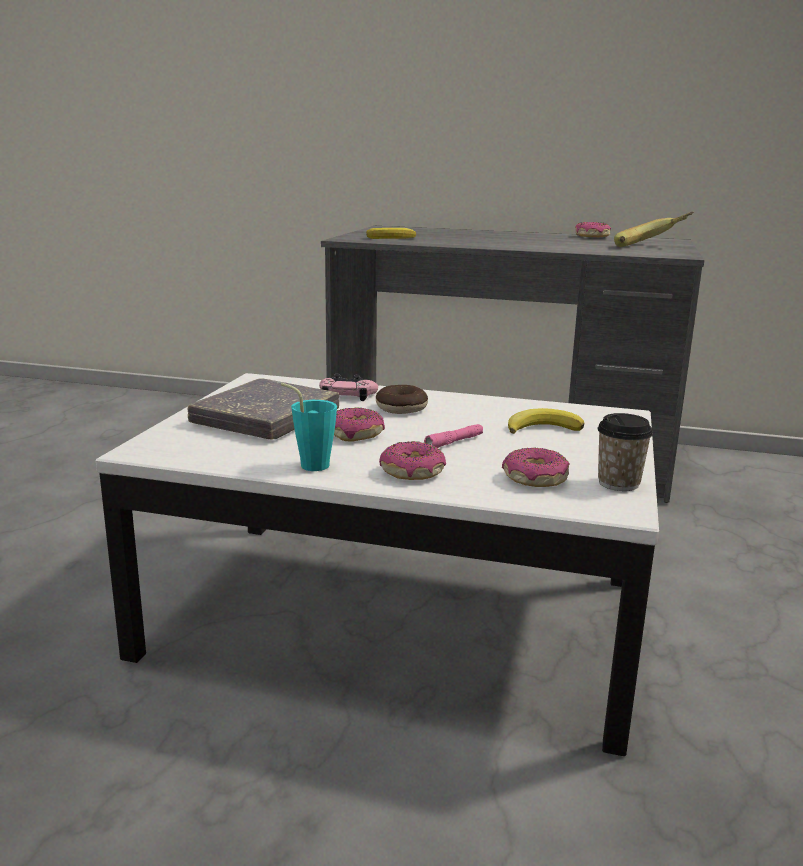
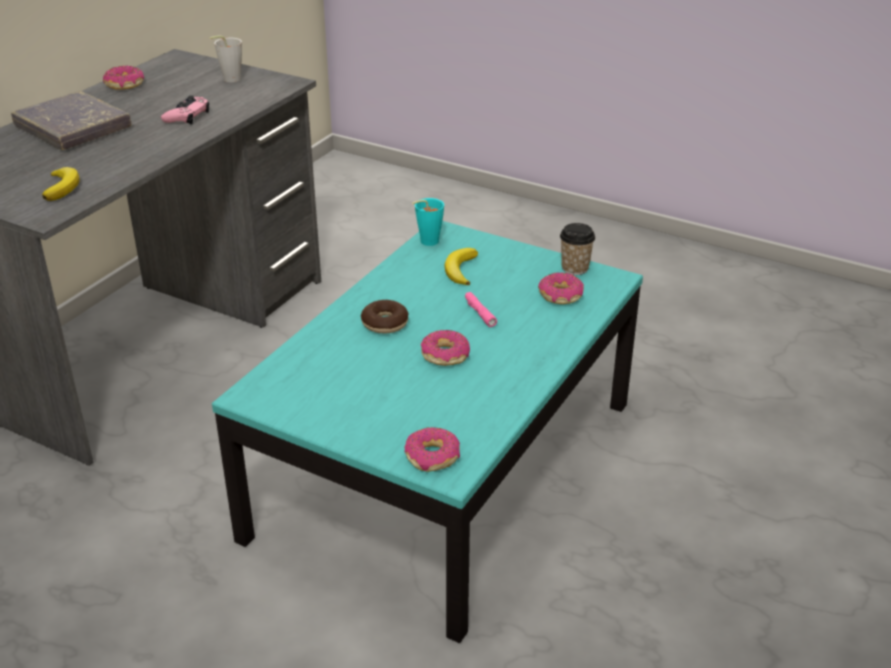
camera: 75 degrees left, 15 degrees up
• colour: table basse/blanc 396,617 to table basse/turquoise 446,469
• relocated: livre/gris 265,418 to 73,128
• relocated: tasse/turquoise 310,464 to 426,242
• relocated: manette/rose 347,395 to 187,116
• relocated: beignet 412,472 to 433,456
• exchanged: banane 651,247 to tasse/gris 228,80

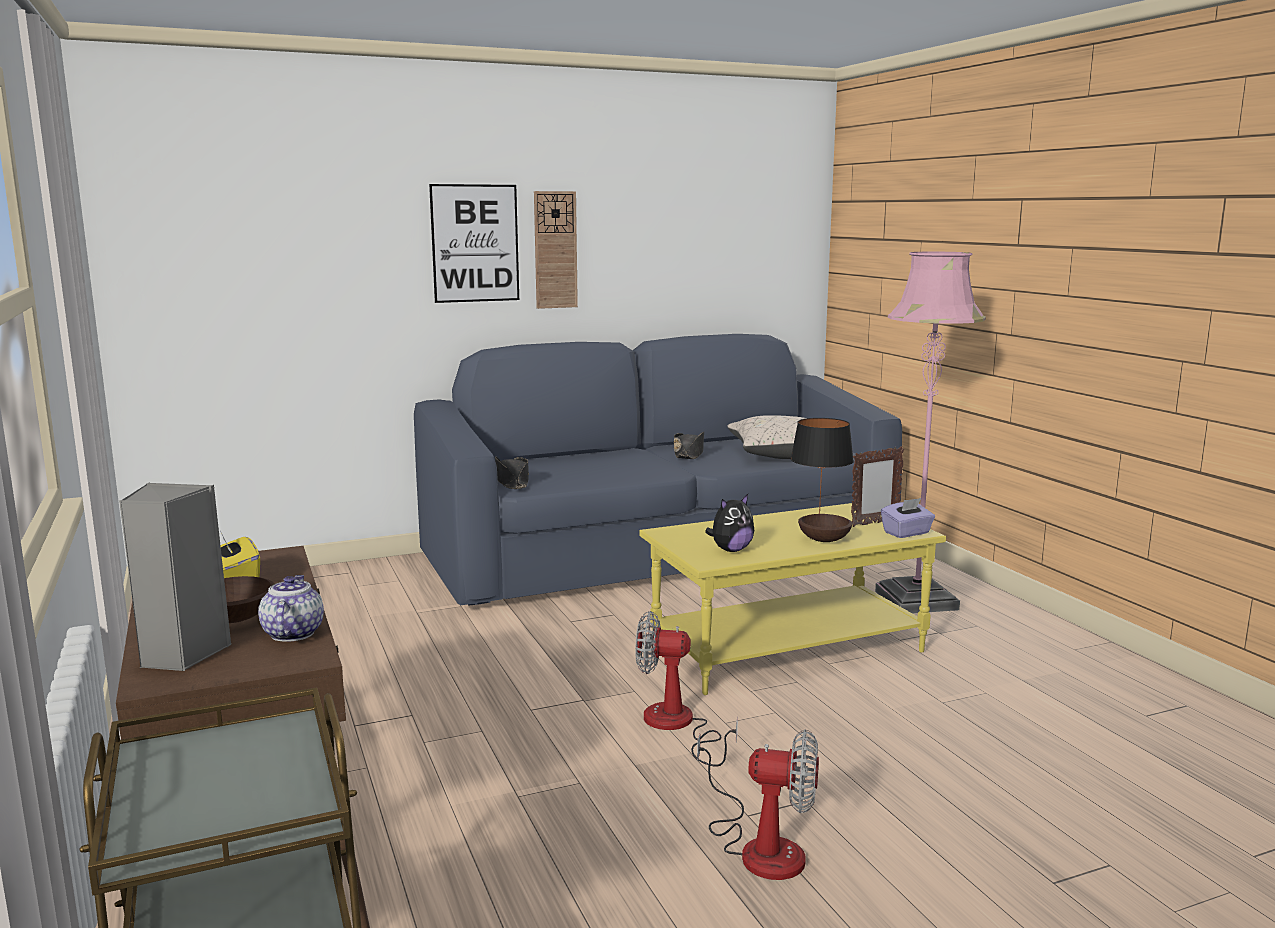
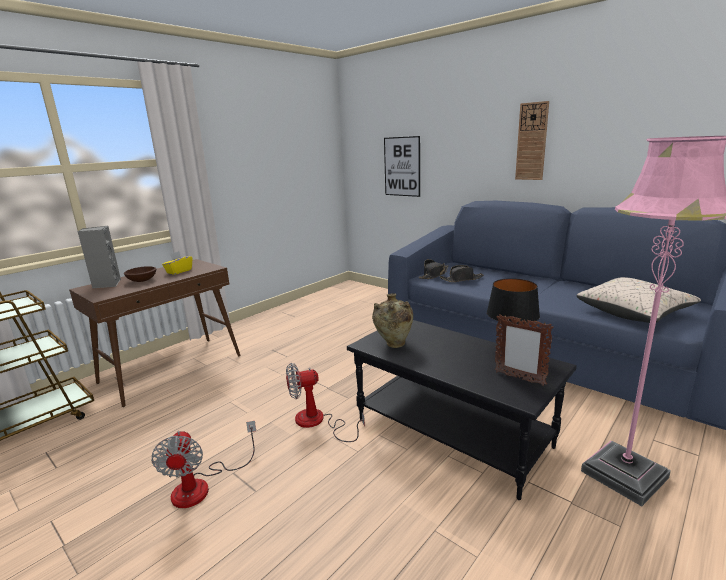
camera: 65 degrees right, 5 degrees up
• missing: théière 292,633
• relocated: tableau 475,243 to 402,166
• spun: ventilateur 678,726 = 317,422 90 degrees counterclockwise
• colour: table basse/jaune 787,648 to table basse/noir 453,432
• relocated: chapeau/noir 689,454 to 461,279
• exchanged: peluche 731,550 to vase/beige 393,345
• missing: bol/marron 825,539
• missing: boîte à mouchoirs/violet 907,533

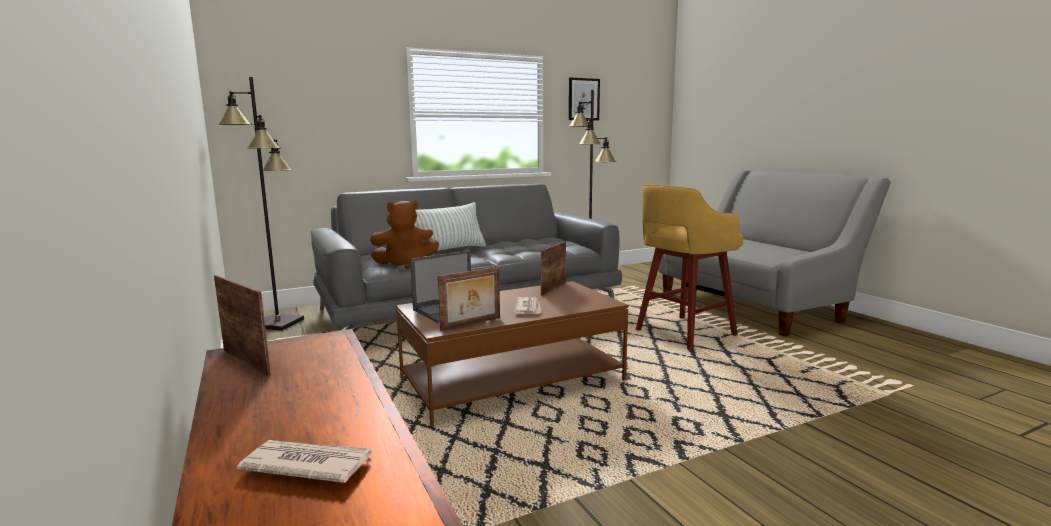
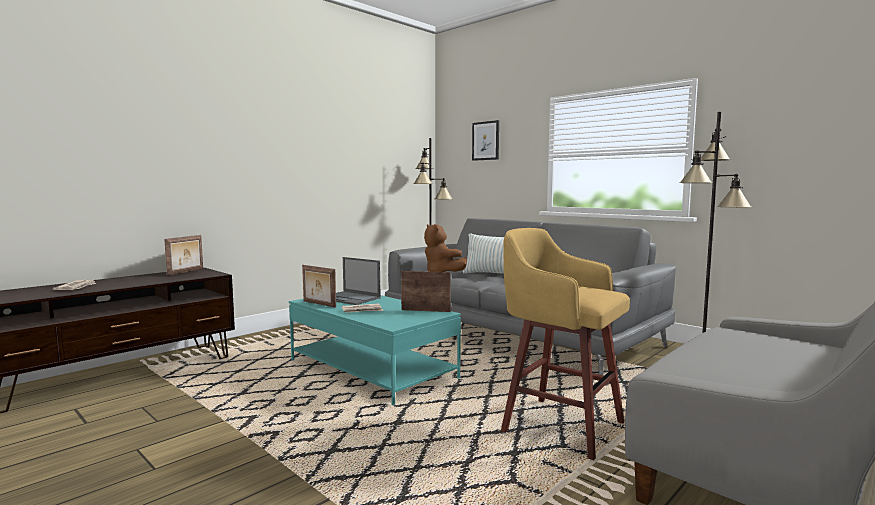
camera: 70 degrees right, 5 degrees down
• colour: table basse/marron 512,381 to table basse/turquoise 372,369
• relocated: tableau 583,99 to 485,141

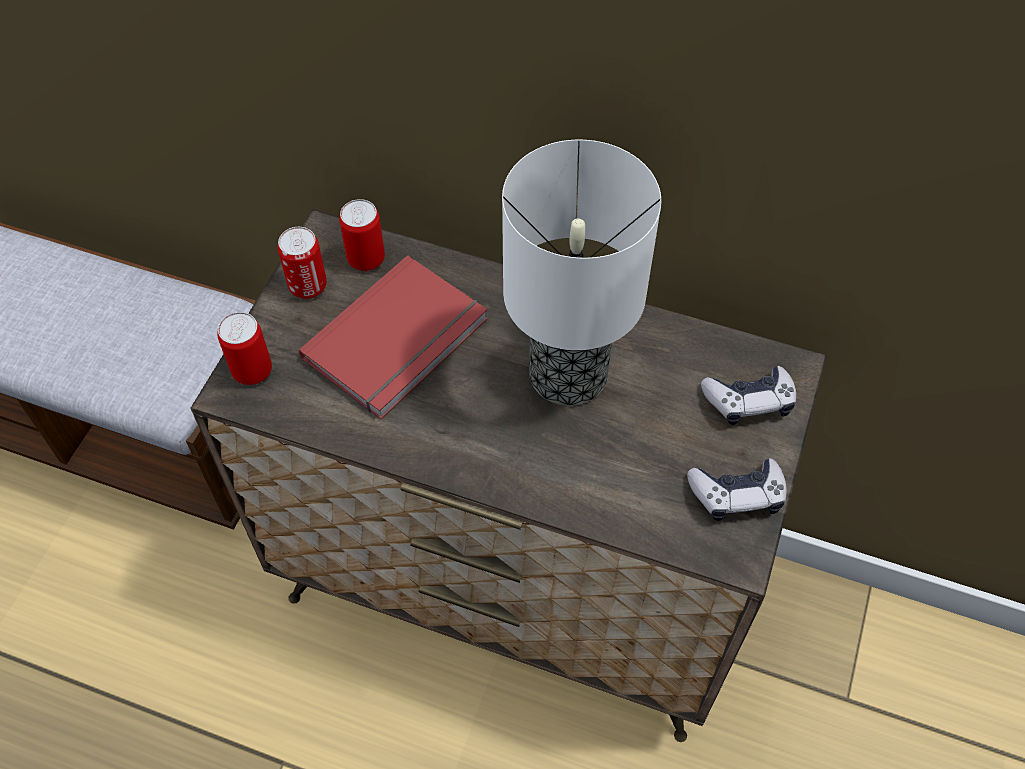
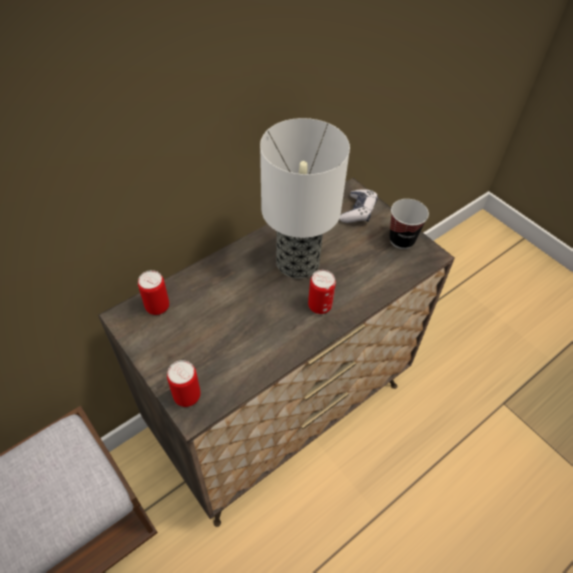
camera: 60 degrees left, 5 degrees down
• relocated: boîte métallique 308,286 to 319,306
• missing: livre/rouge 400,341
• exchanged: manette 737,495 to tasse 401,240

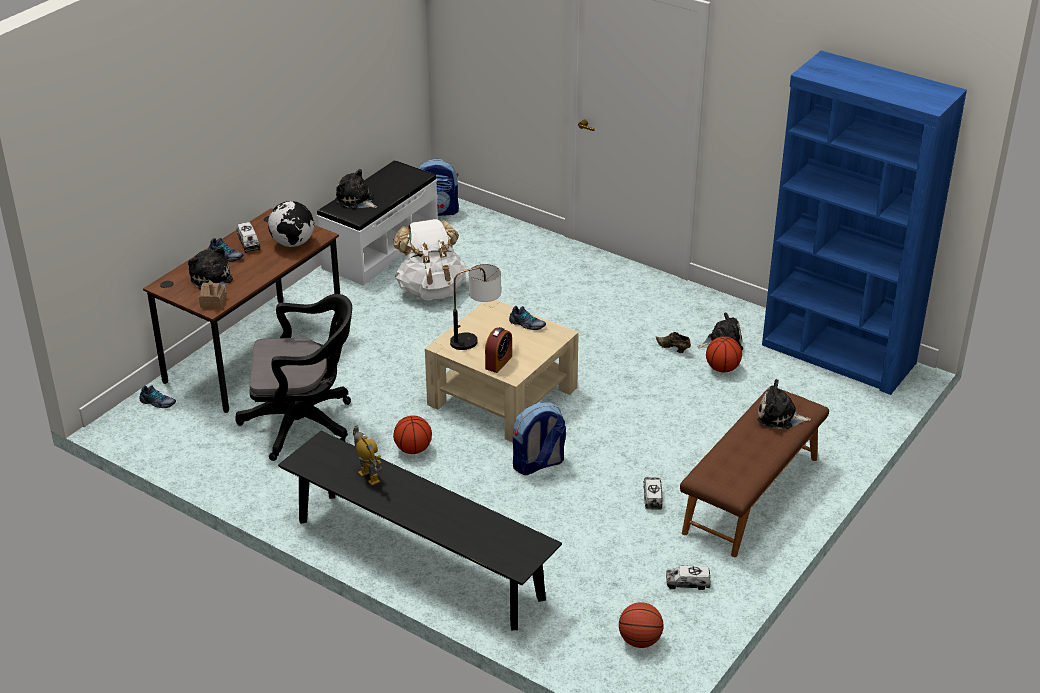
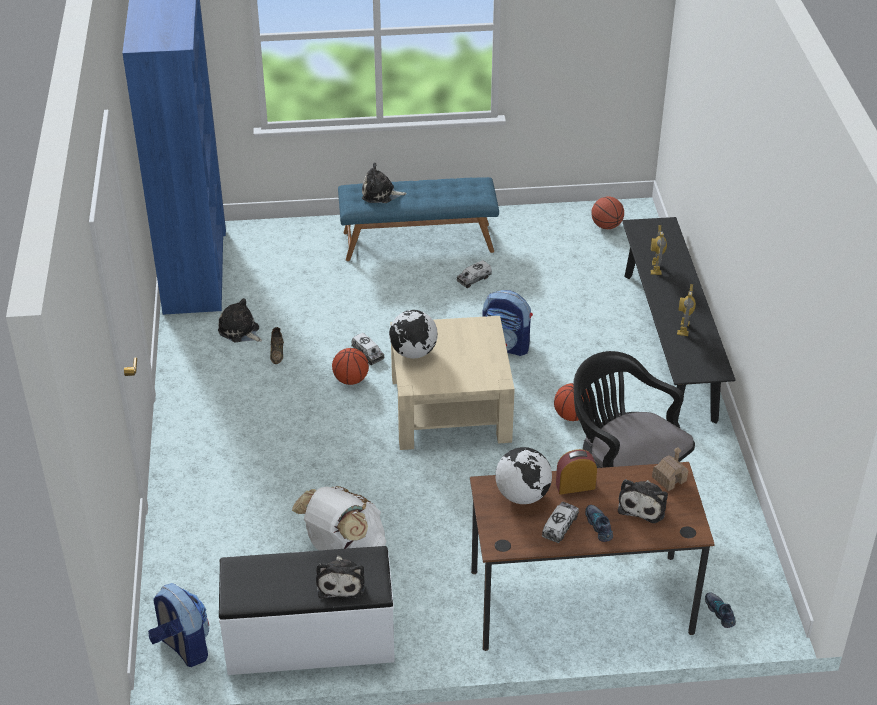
camera: 130 degrees left, 5 degrees up
• missing: lampe de table 476,339
• relocated: réveil 498,362 to 575,486
• exchanged: chaussure 527,324 to globe 413,353
• relocated: camion jouet 687,583 to 368,354
• colour: banc/marron 752,495 to banc/bleu 418,241
• relocated: ballon de basket 722,368 to 350,380
• spun: peluche 779,417 = 380,194 120 degrees clockwise
• appeared: robot jouet 656,268

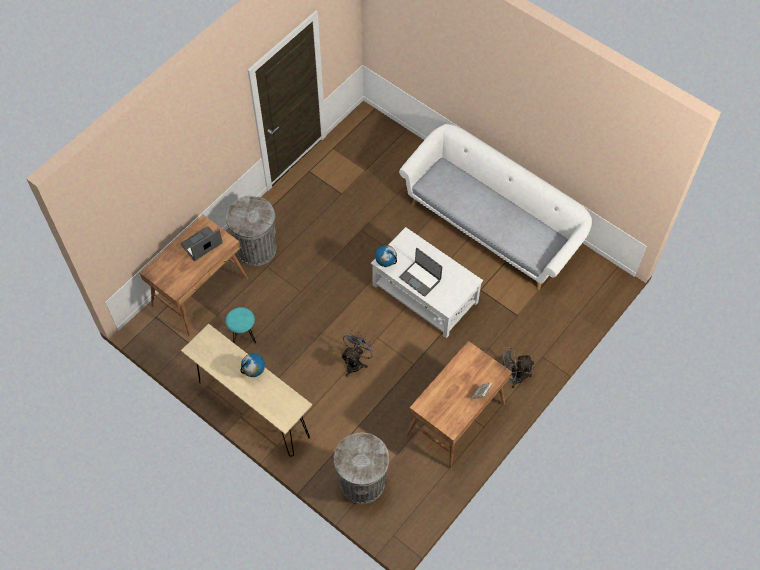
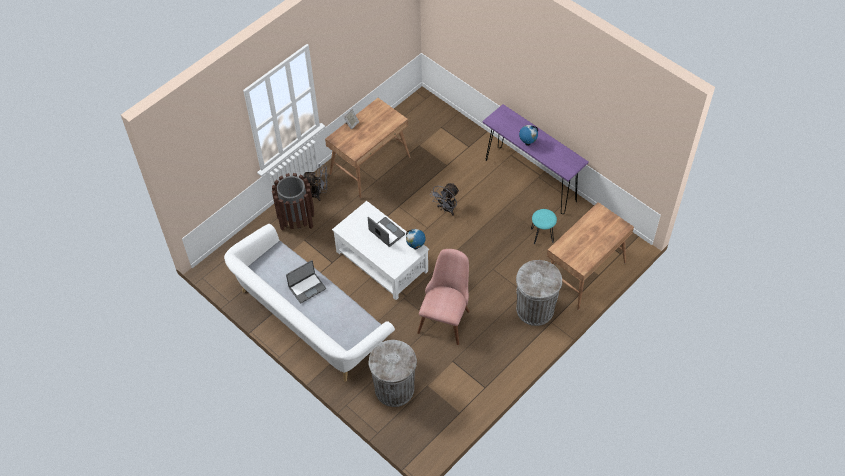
camera: 175 degrees left, 5 degrees down
• relocated: ordinateur portable 202,245 to 307,287
• colour: table console/beige 253,409 to table console/violet 530,180
• relocated: poubelle/gris 362,482 to 394,389
• appeared: poubelle/marron 296,220
• appeared: chaise/rose 446,316

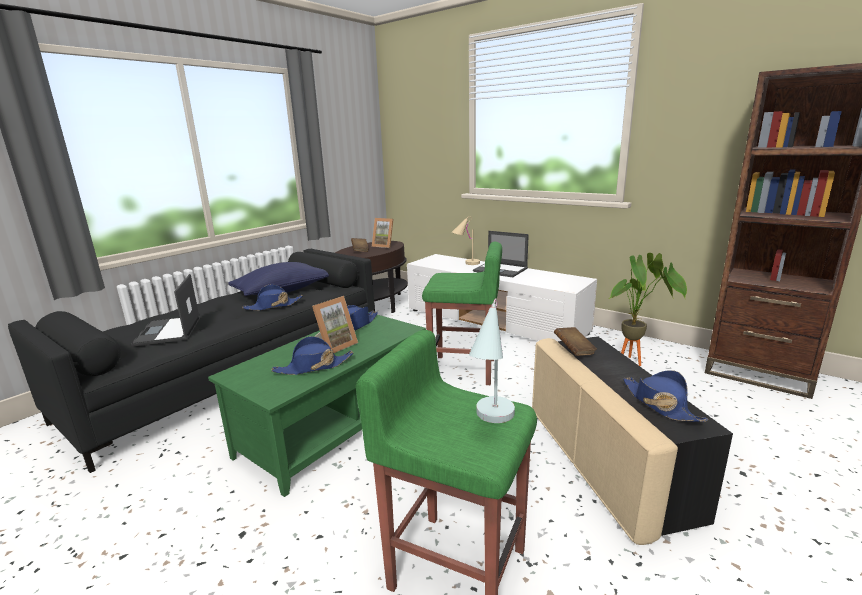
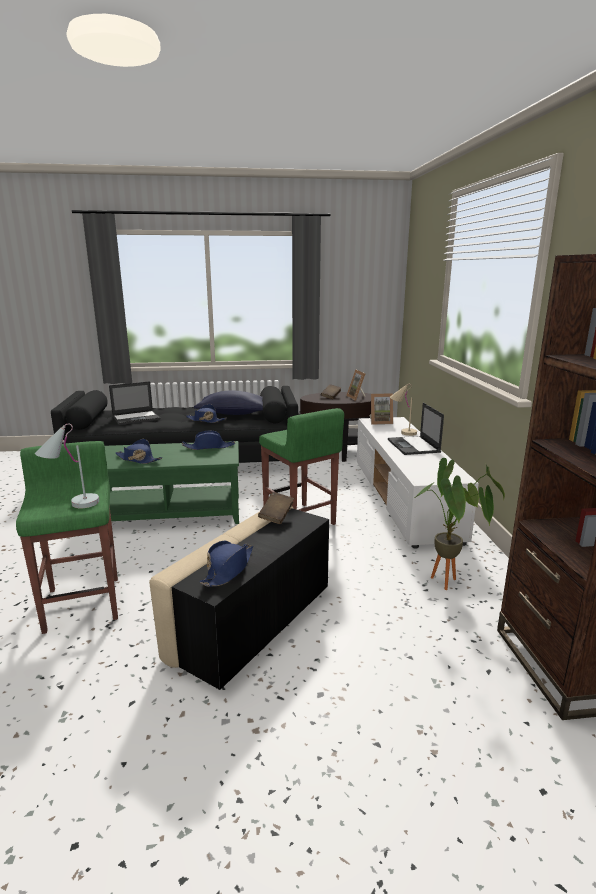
camera: 45 degrees right, 0 degrees up
• spun: ordinateur portable 168,331 = 136,418 150 degrees counterclockwise
• relocated: cadre photo 334,346 to 380,422

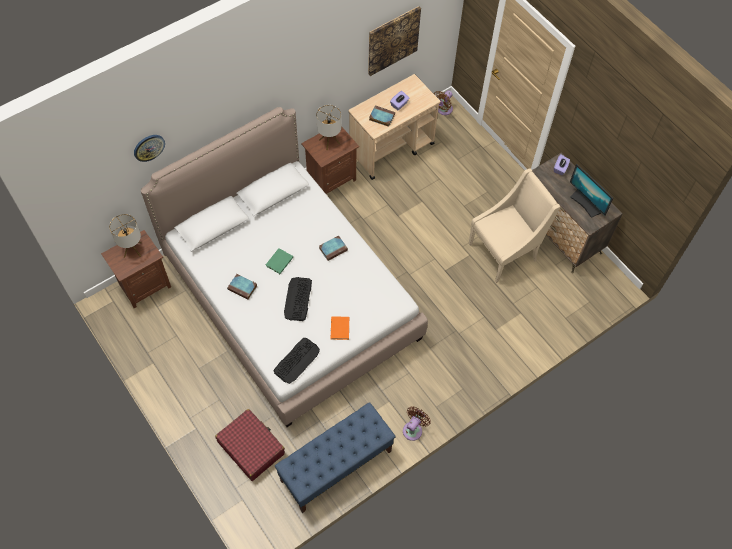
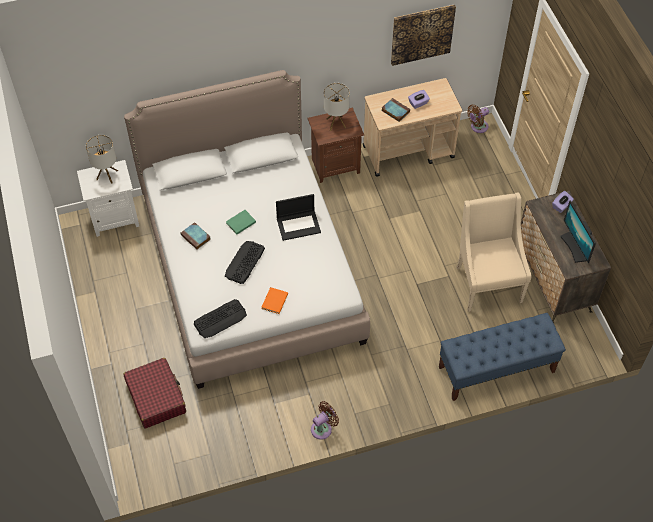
camera: 20 degrees right, 5 degrees down
• colour: table de chevet/marron 144,285 to table de chevet/blanc 114,217
• missing: horloge murale 149,147
• relocated: banc/bleu 336,466 to 496,369
• exchanged: livre 333,249 to ordinateur portable 299,225
• spun: fauteuil/beige 504,251 = 487,282 90 degrees counterclockwise

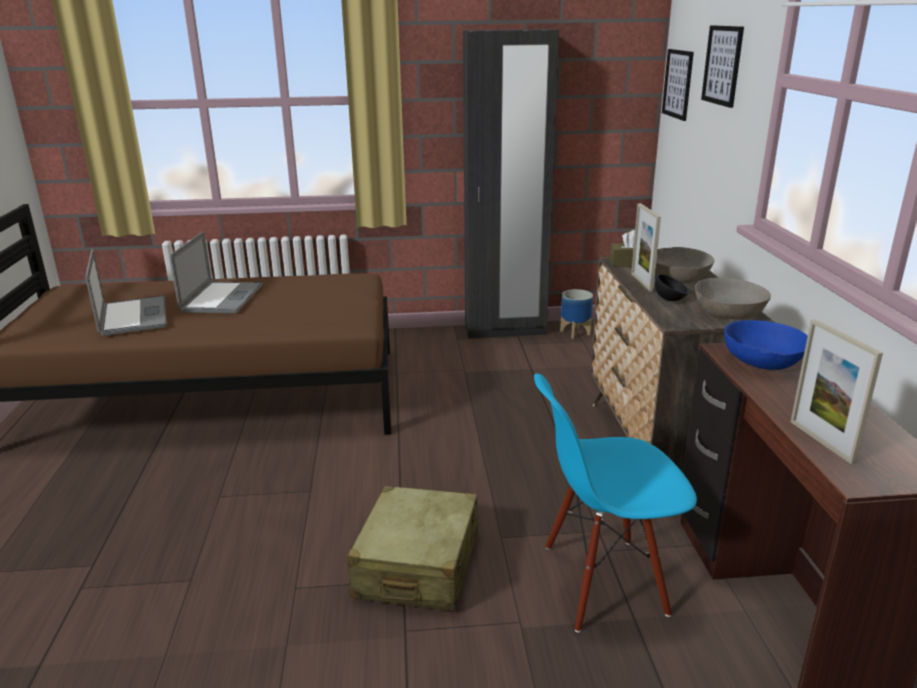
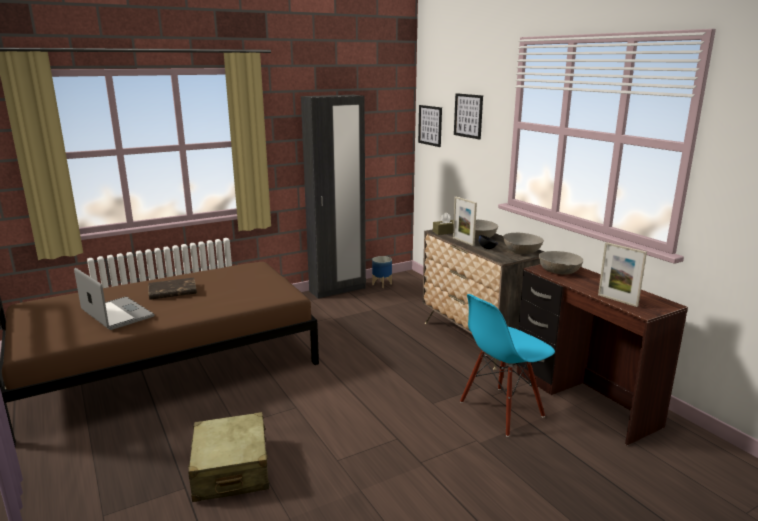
camera: 25 degrees left, 5 degrees down
• exchanged: ordinateur portable 222,298 to livre/marron 172,292
• relocated: valise/beige 417,565 to 231,469
• colour: bol/bleu 763,360 to bol/gris 559,270

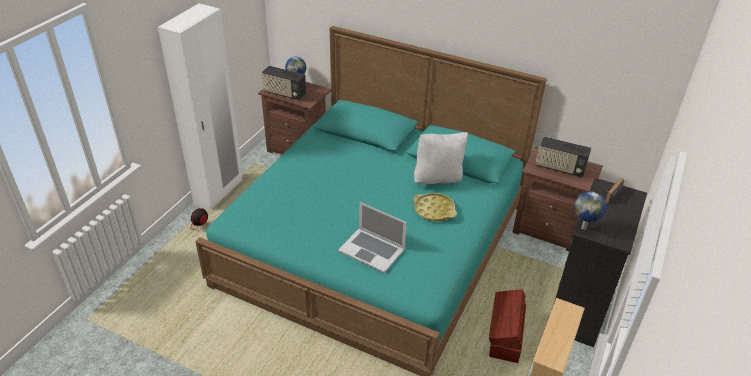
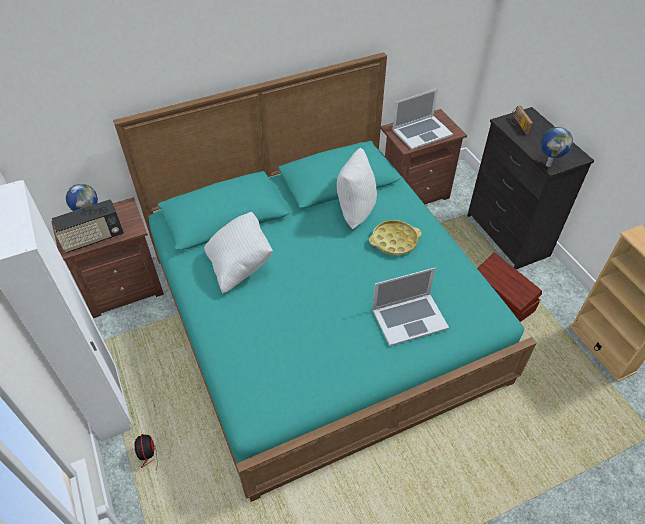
camera: 50 degrees left, 10 degrees up
• exchanged: radio 559,168 to ordinateur portable 422,132
• appeared: coussin/blanc 240,266

